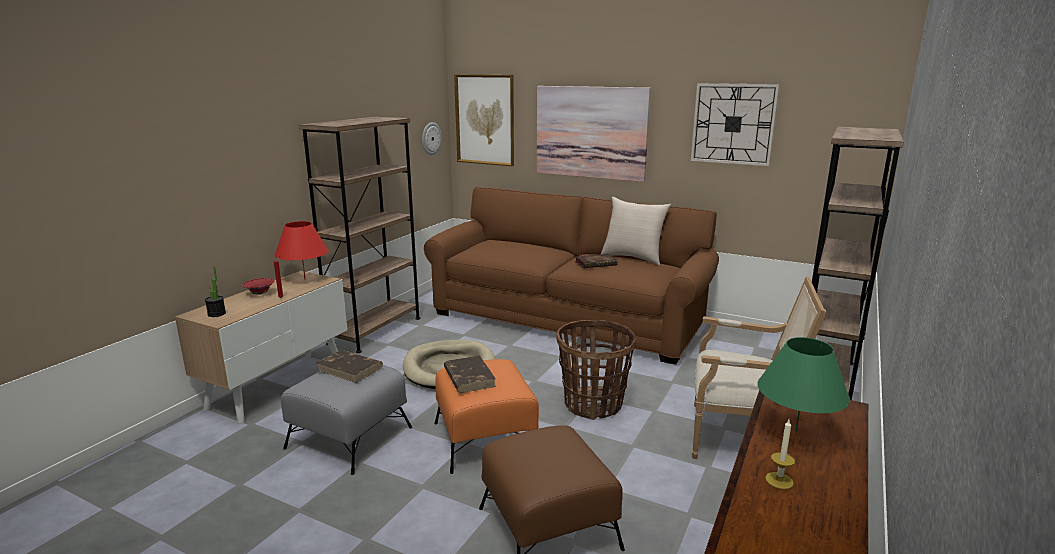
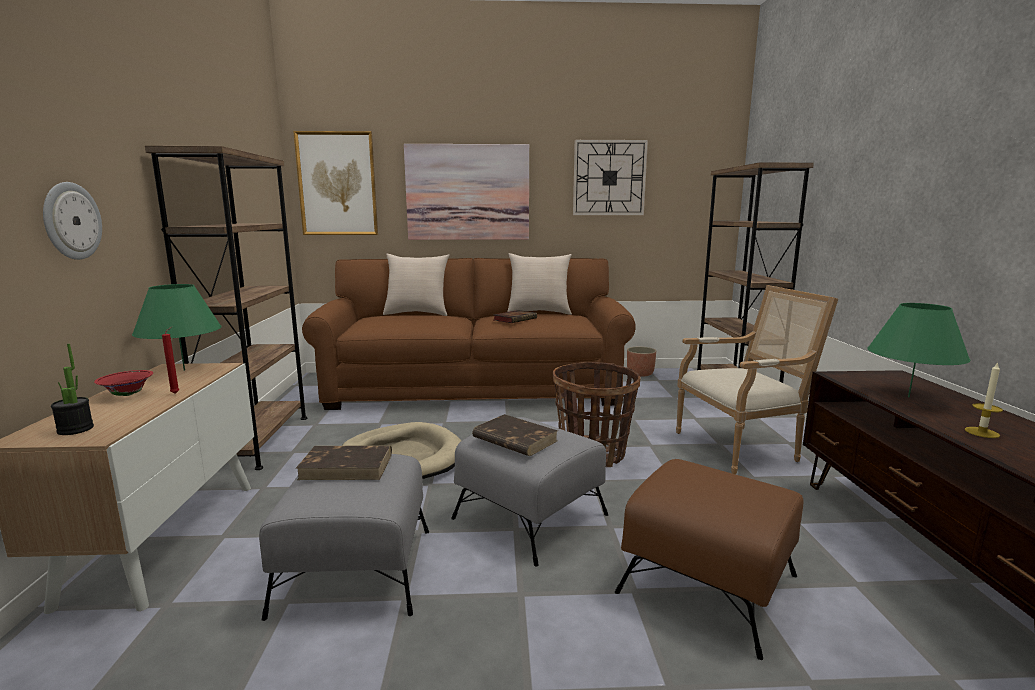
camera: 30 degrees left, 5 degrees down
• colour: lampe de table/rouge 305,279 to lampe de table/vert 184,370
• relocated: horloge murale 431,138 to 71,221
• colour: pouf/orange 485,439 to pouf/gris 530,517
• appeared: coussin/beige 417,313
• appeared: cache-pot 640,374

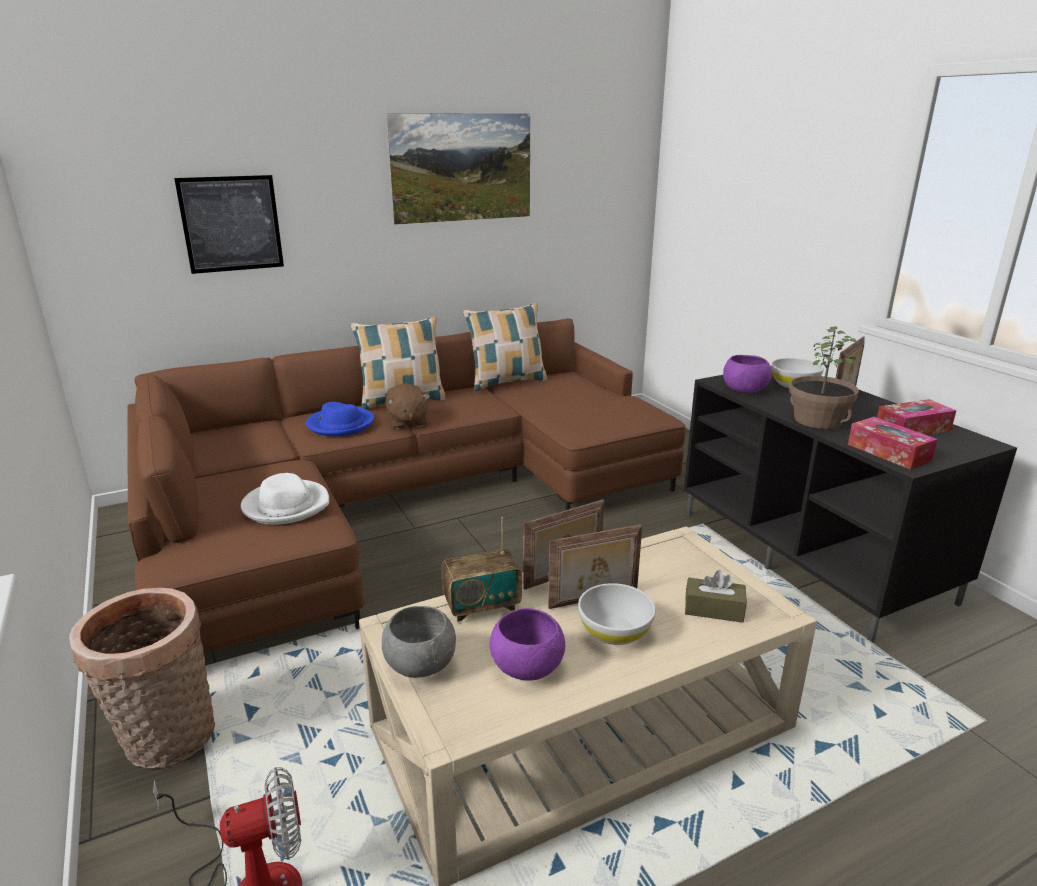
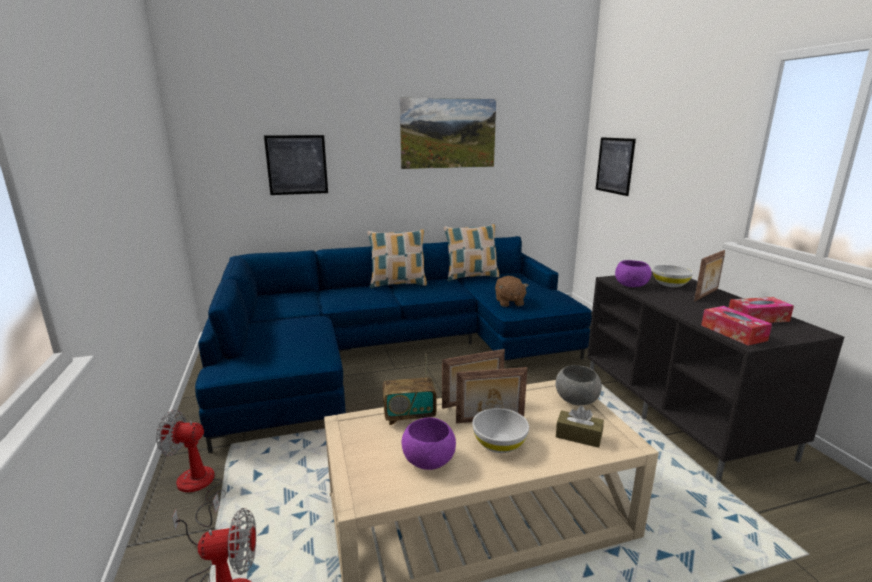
camera: 10 degrees right, 5 degrees down
• exchanged: panier 166,741 to ventilateur 199,488
• colour: canapé/marron 401,502 to canapé/bleu 390,351
• missing: chapeau/blanc 286,505
• missing: chapeau/bleu 340,424
• relocated: bol/gris 420,663 to 576,399
• relocated: peluche/marron 407,422 to 509,302
• missing: plante en pot 817,420
• appeared: tableau 614,165

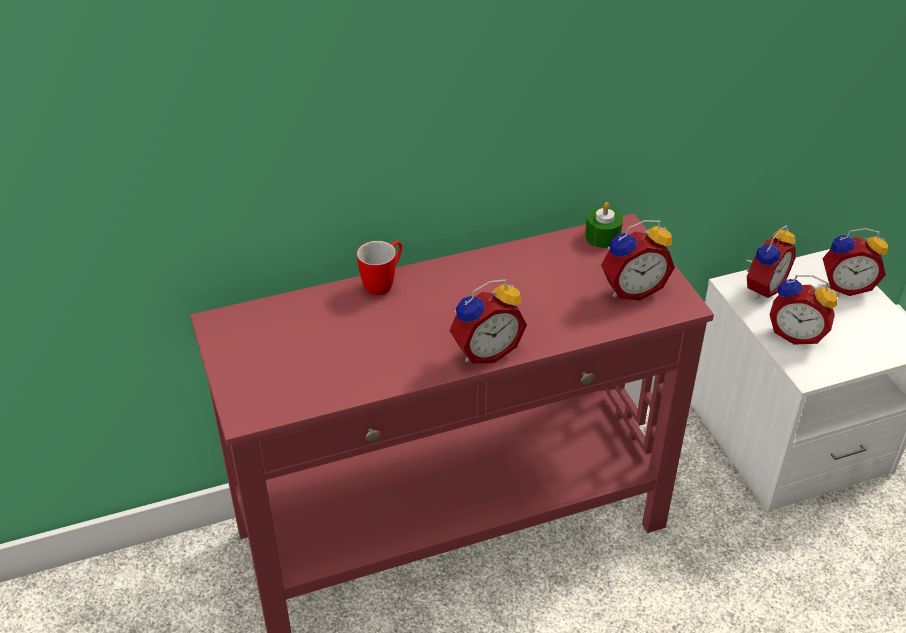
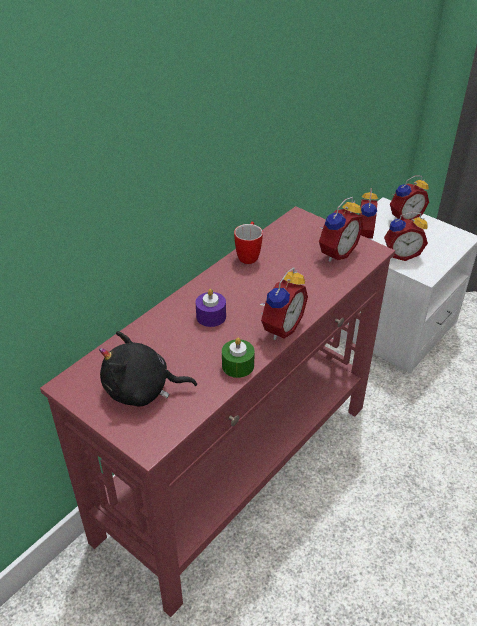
camera: 30 degrees left, 0 degrees up
• relocated: mug 383,283 to 249,255
• relocated: bougie/vert 602,236 to 238,365
• appeared: peluche/noir 142,390
• appeared: bougie/violet 211,316

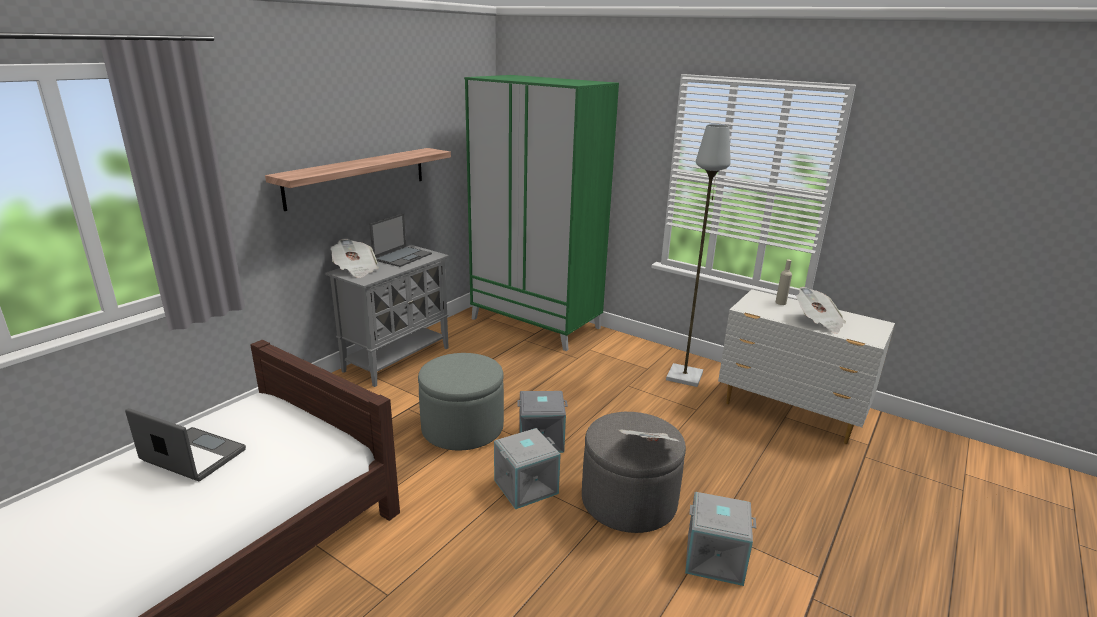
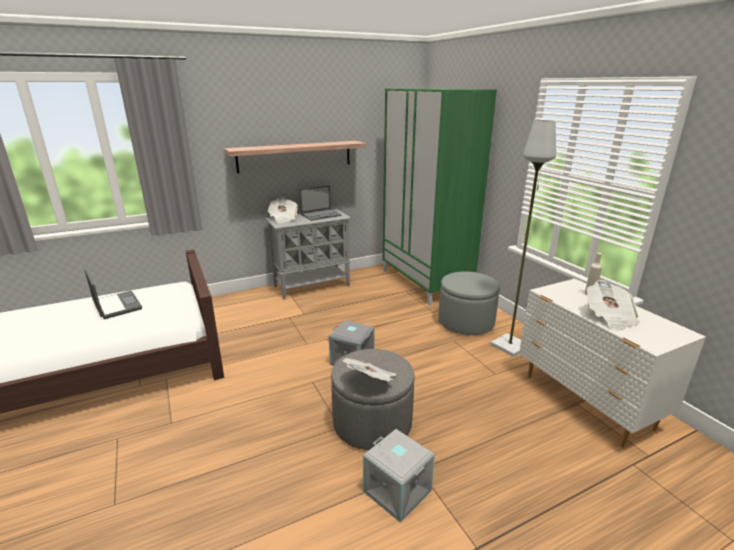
camera: 30 degrees right, 0 degrees up
• relocated: pouf/gris 462,428 to 466,322
• missing: boîte de rangement/gris 525,486

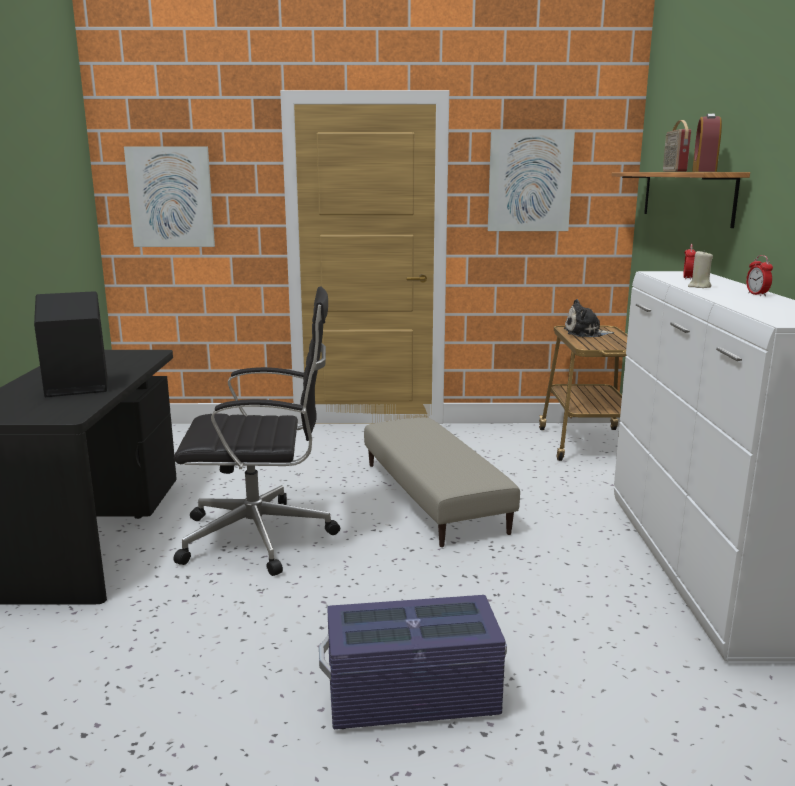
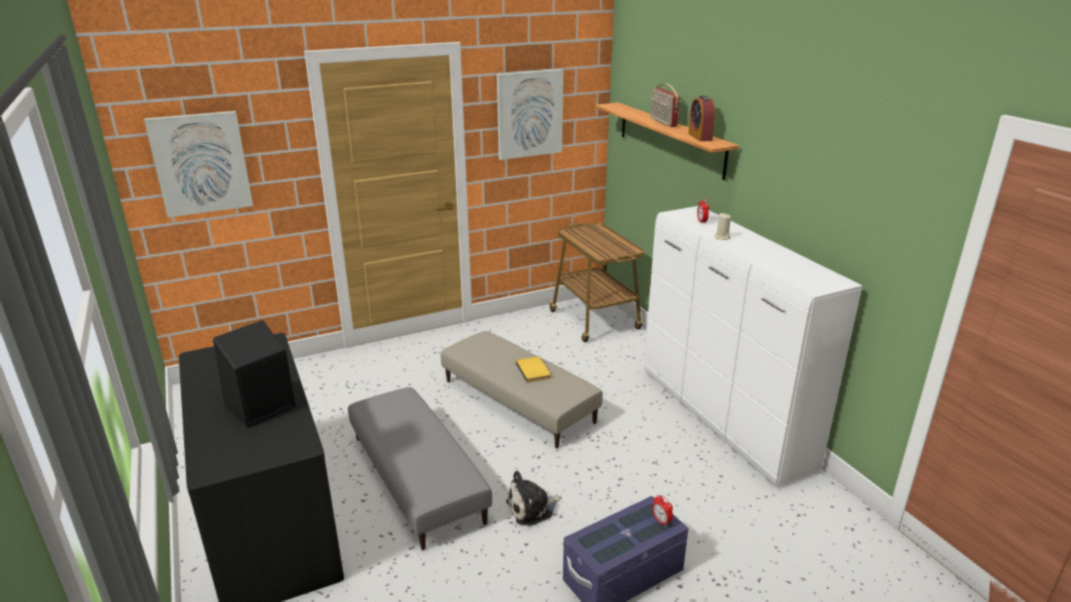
camera: 25 degrees left, 10 degrees up
• exchanged: chaise de bureau/noir 262,537 to pouf/gris 417,478
• relocated: peluche 585,333 to 532,508
• relocated: réveil 757,294 to 661,521
• appeared: livre/jaune 534,371

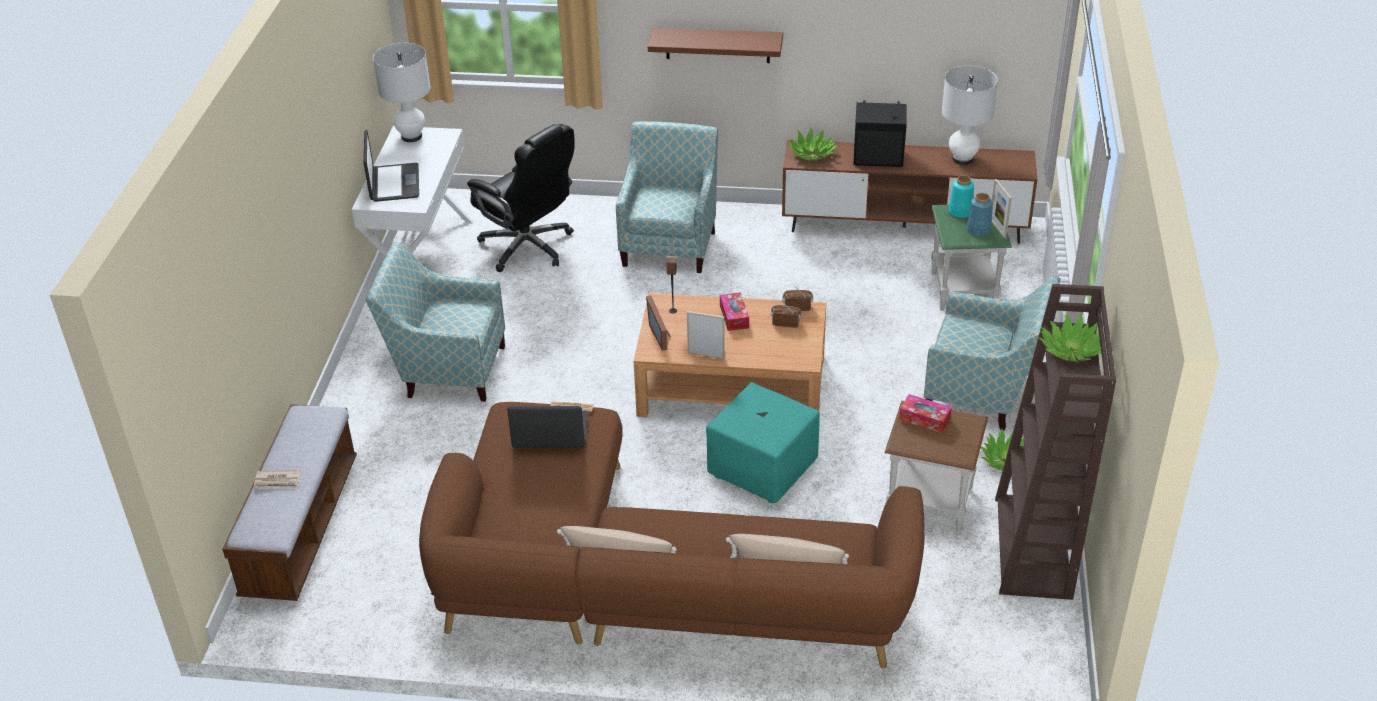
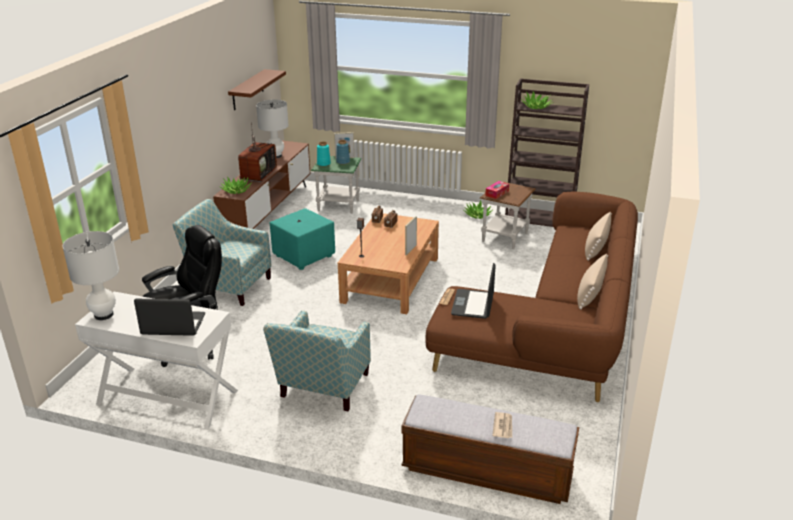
camera: 80 degrees left, 10 degrees down
• missing: cadre photo 661,334
• relocated: étagère/marron 717,45 to 247,90
• relocated: pouf/turquoise 763,470 to 304,256
• missing: boîte à mouchoirs 734,317
• exchanged: enceinte/noir 879,159 to téléviseur 258,174
• missing: fauteuil 984,394

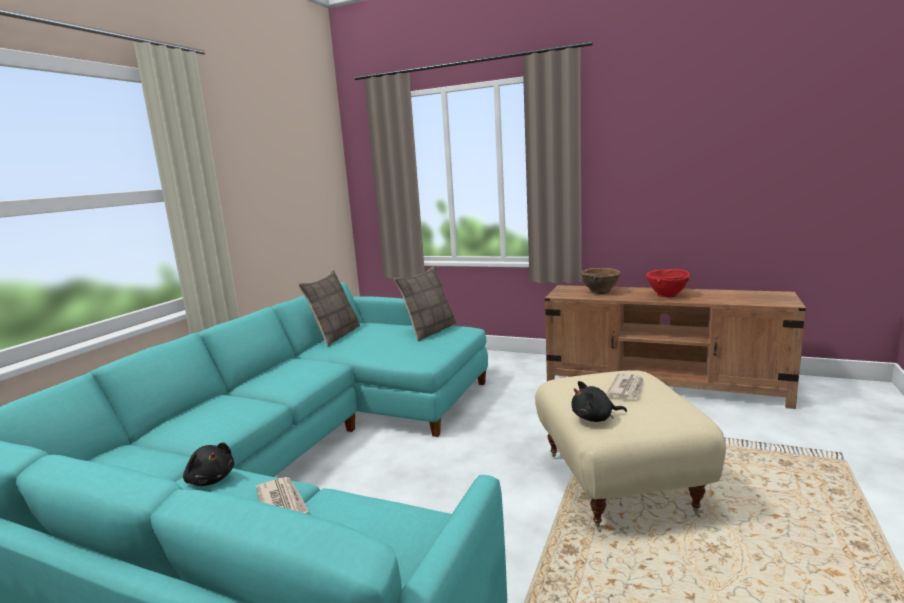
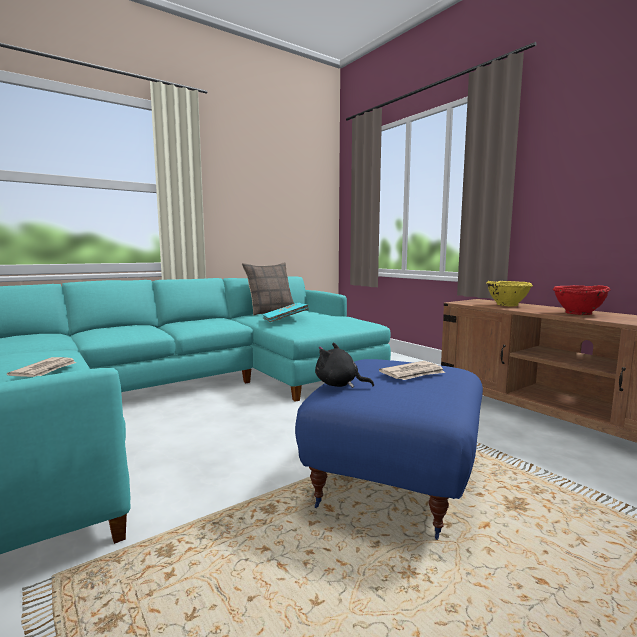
camera: 30 degrees right, 5 degrees down
• missing: peluche/noir 211,479
• missing: coussin 429,331
• colour: pouf/beige 621,483 to pouf/bleu 396,480
• colour: bol/marron 600,292 to bol/jaune 507,305
• appeared: livre/turquoise 285,320

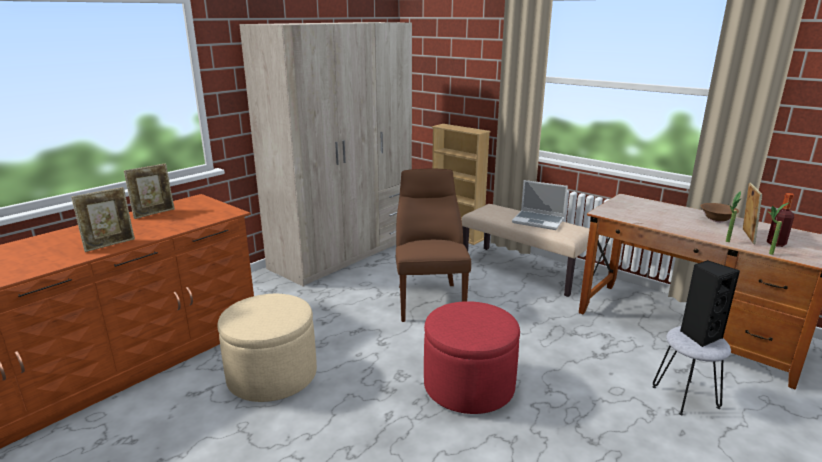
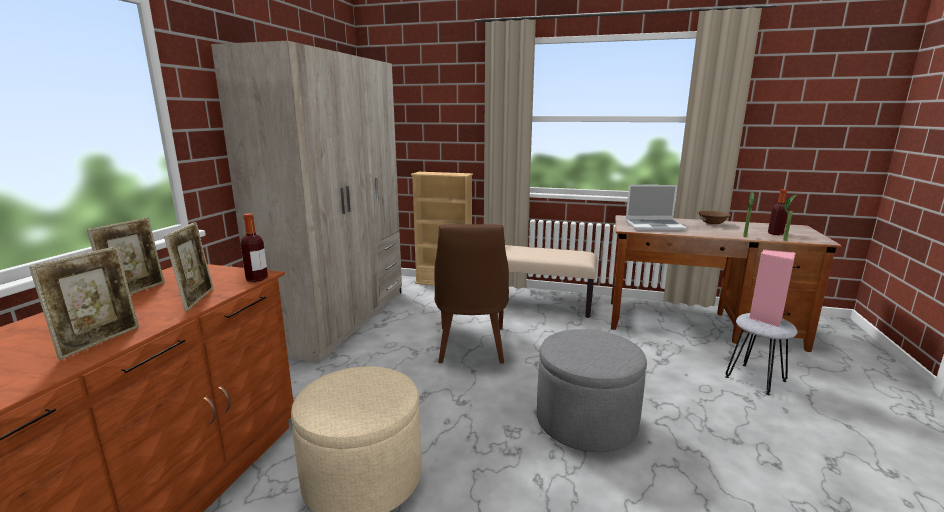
camera: 25 degrees left, 5 degrees down
• spun: chaise/marron 429,299 = 471,346 150 degrees counterclockwise
• colour: pouf/rouge 469,386 to pouf/gris 586,422
• relocated: ordinateur portable 539,221 to 655,226
• colour: enceinte/noir 700,335 to enceinte/rose 765,318
• relocated: cadre photo 746,236 to 197,299
• appeared: bouteille 257,278

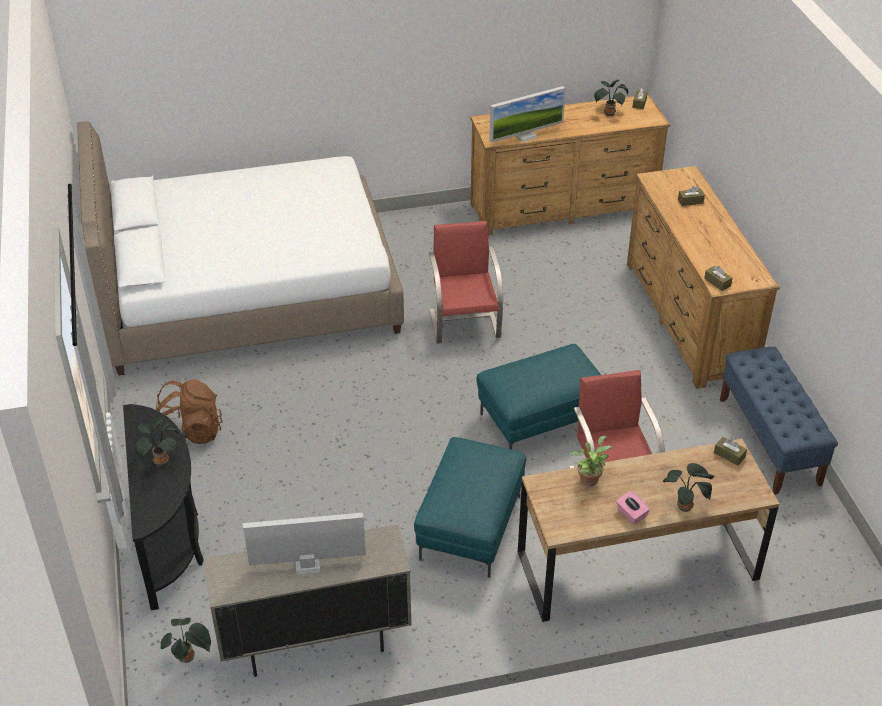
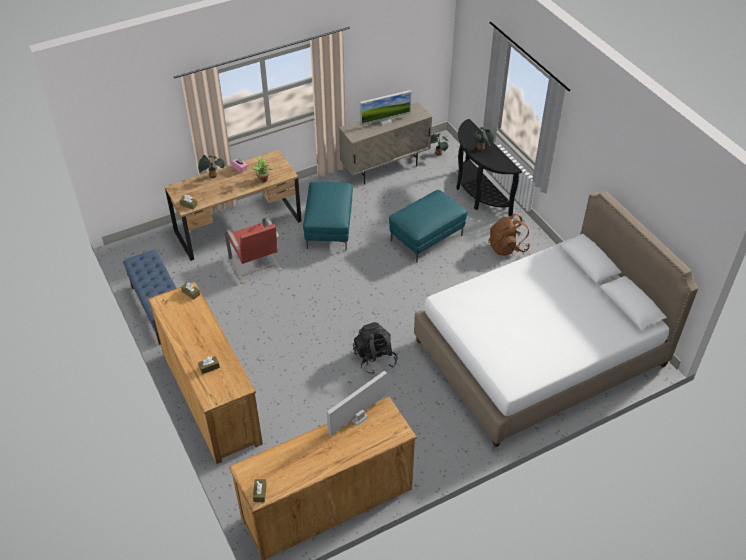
camera: 165 degrees right, 5 degrees up
• exchanged: chaise/rouge 465,323 to sac à dos/noir 374,358
• relocated: pouf/turquoise 540,420 to 426,238
• missing: plante en pot 609,113

